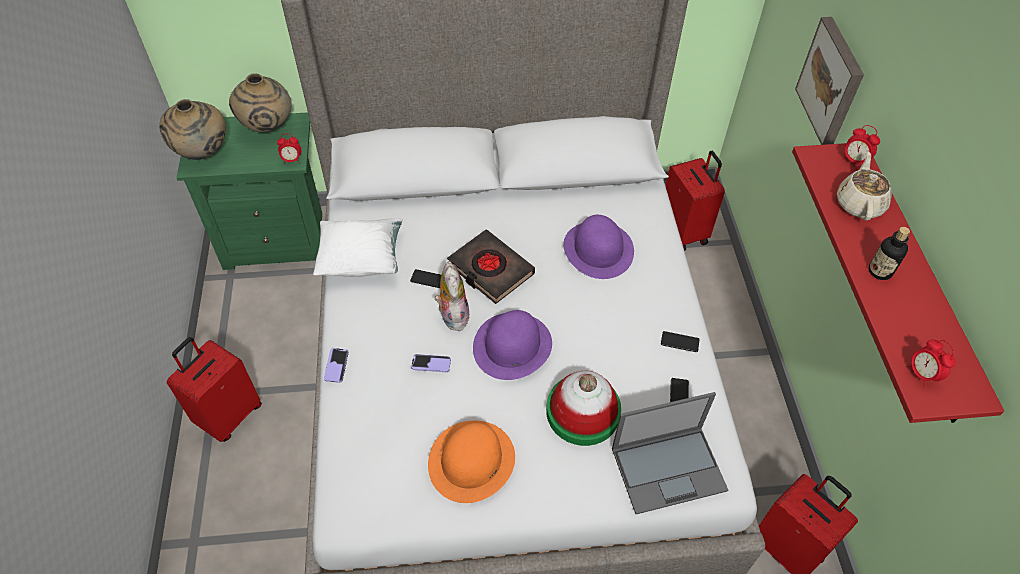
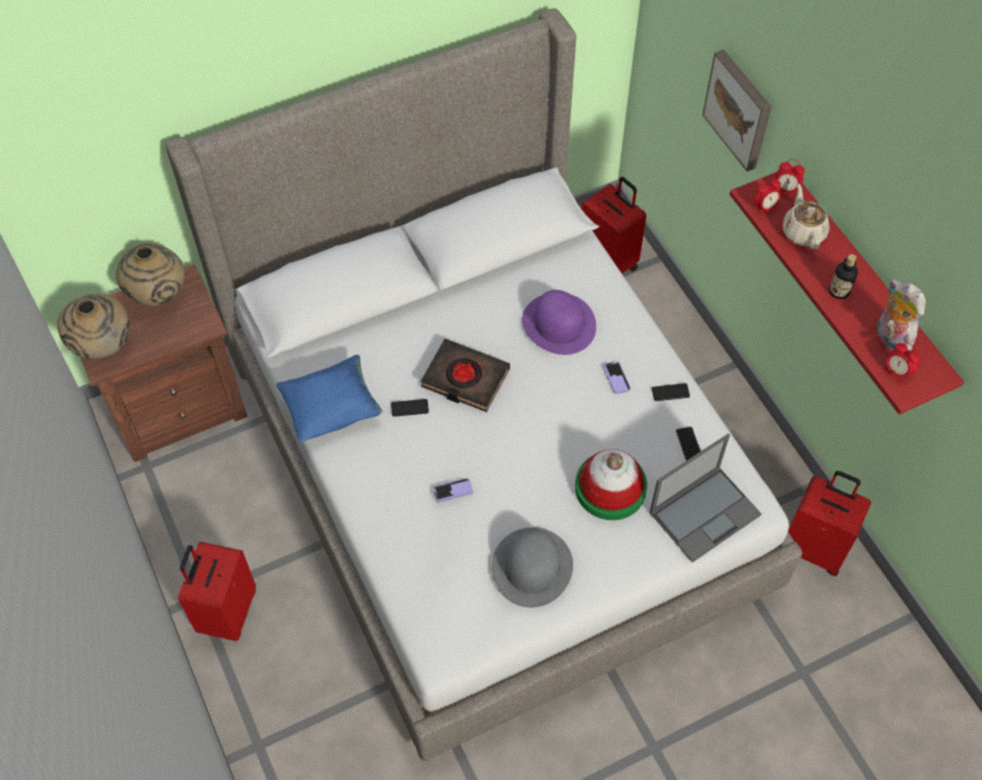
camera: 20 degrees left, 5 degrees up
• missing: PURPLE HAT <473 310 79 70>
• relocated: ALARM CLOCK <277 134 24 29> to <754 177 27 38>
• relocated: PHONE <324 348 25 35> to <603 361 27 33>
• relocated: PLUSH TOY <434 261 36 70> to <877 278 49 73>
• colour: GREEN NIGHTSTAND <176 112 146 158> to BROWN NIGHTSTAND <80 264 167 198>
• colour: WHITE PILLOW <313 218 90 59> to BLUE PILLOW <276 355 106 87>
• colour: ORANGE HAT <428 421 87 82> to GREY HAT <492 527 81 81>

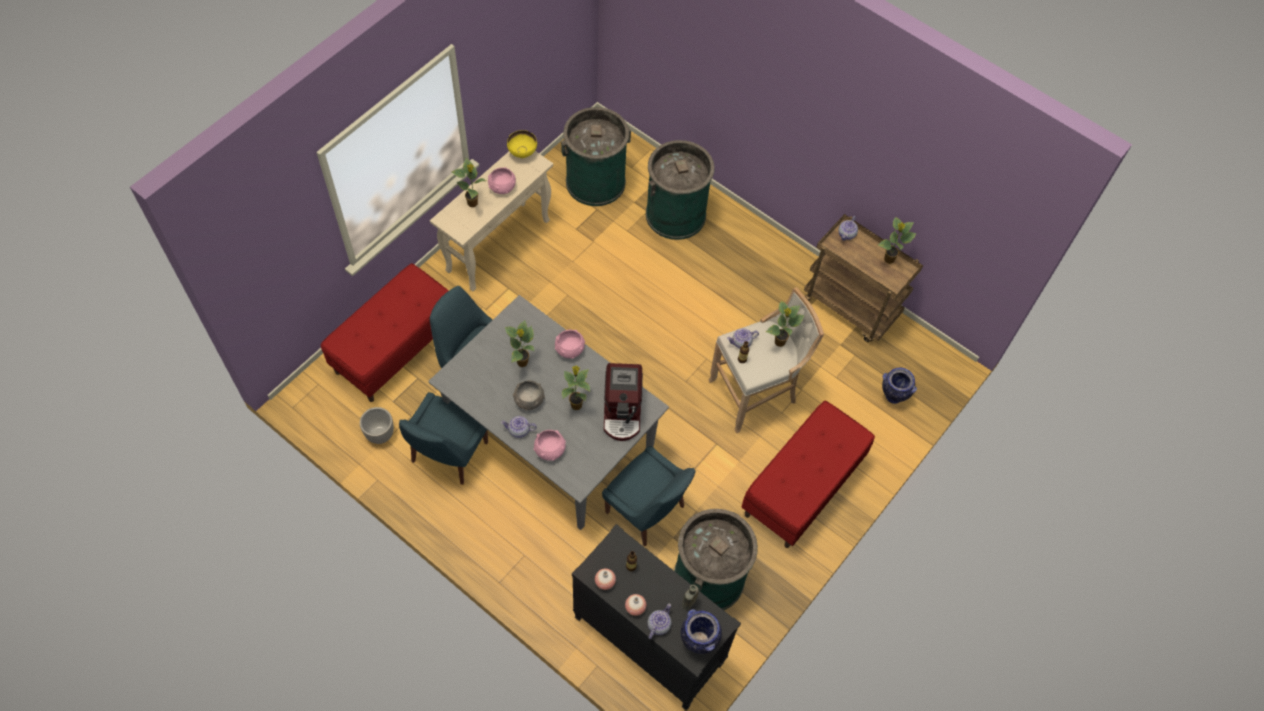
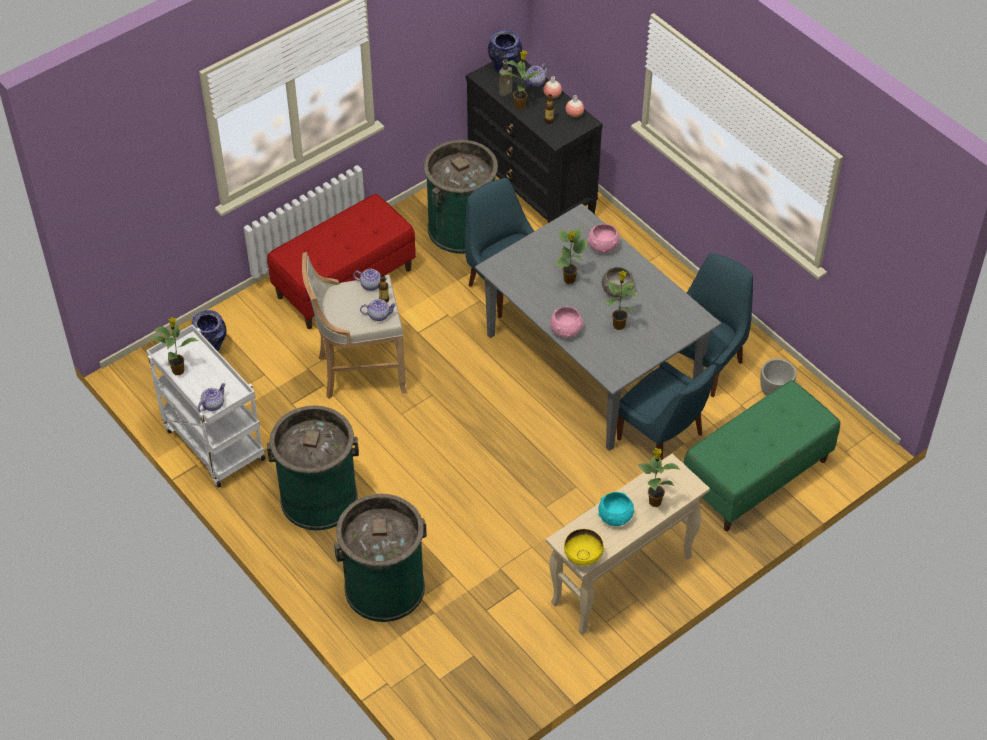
camera: 165 degrees left, 10 degrees down
• missing: COFFEE MACHINE <604 363 39 78>
• relocated: TEAPOT <501 416 36 22> to <353 269 35 22>
• relocated: GREEN TRASH CAN <561 107 70 99> to <267 406 92 124>
• relocated: POTTED PLANT <766 301 38 46> to <502 50 41 59>
• colour: RED BENCH <321 263 128 139> to GREEN BENCH <684 380 156 151>
• colour: PINK BOWL <488 167 28 27> to TURQUOISE BOWL <598 492 36 34>
• colour: BROWN CART <804 214 119 128> to WHITE CART <146 324 119 164>

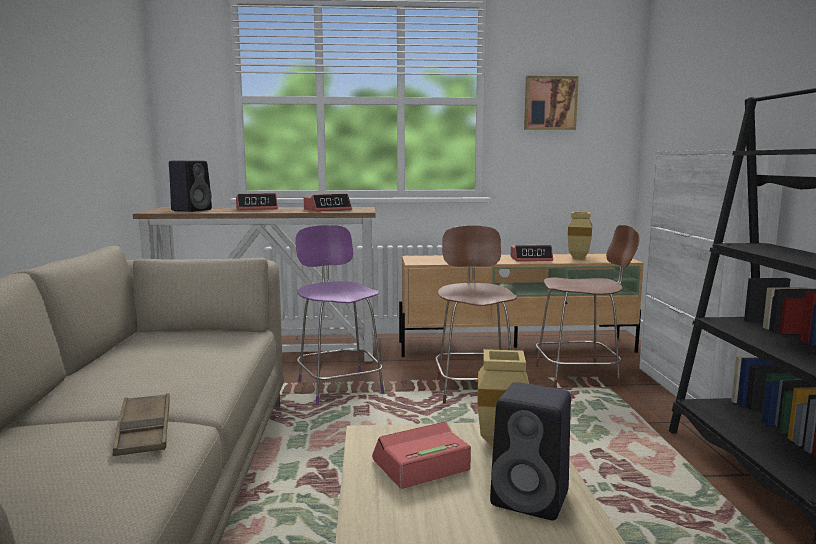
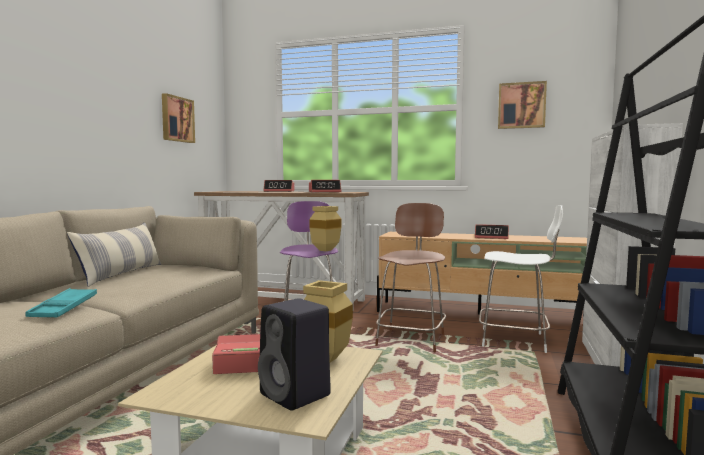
camera: 20 degrees right, 5 degrees down
• missing: BLACK SPEAKER <169 161 43 51>
• appeared: PILLOW <67 222 95 65>
• appeared: PICTURE <162 93 33 50>
• relocated: BEIGE VASE <568 212 24 47> to <309 206 32 45>
• colour: BROWN TRAY <113 393 57 63> to TURQUOISE TRAY <25 288 72 30>
• colour: BROWN STOOL <536 225 103 163> to WHITE STOOL <479 205 84 148>

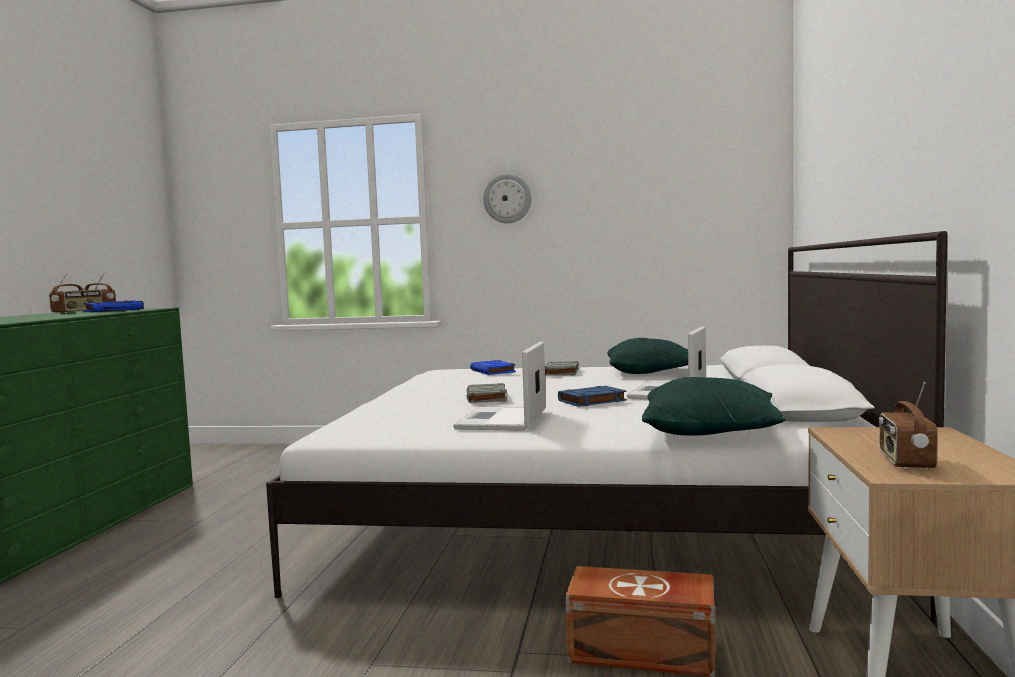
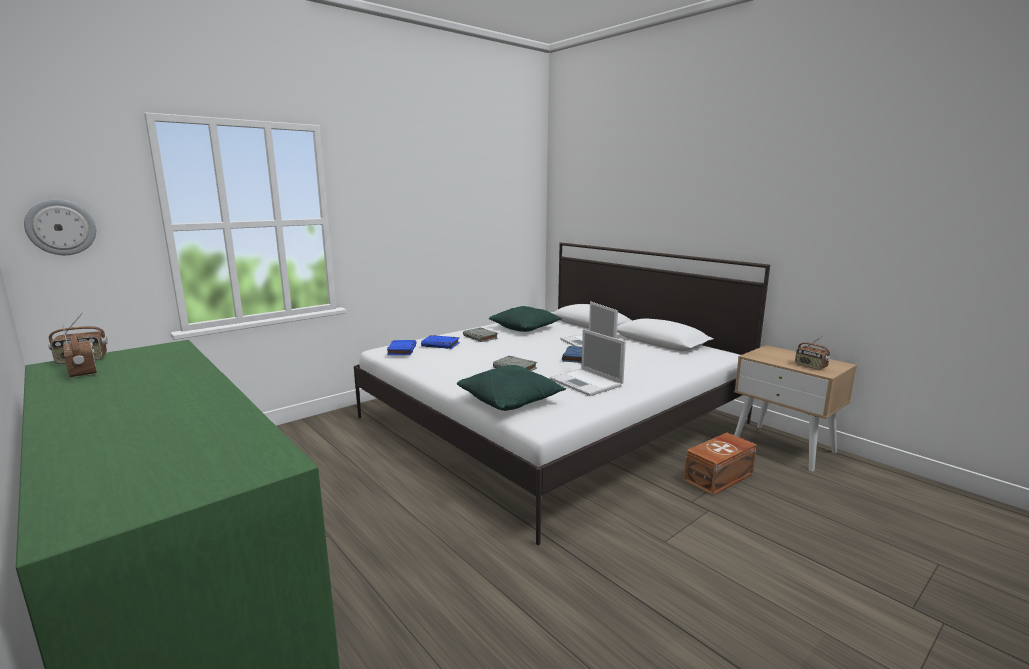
camera: 50 degrees left, 10 degrees up
• relocated: BLUE BOOK <83 300 61 12> to <387 340 29 15>
• relocated: WALL CLOCK <483 174 49 49> to <24 199 72 56>
• relocated: GREEN PILLOW <642 377 144 58> to <457 365 109 46>

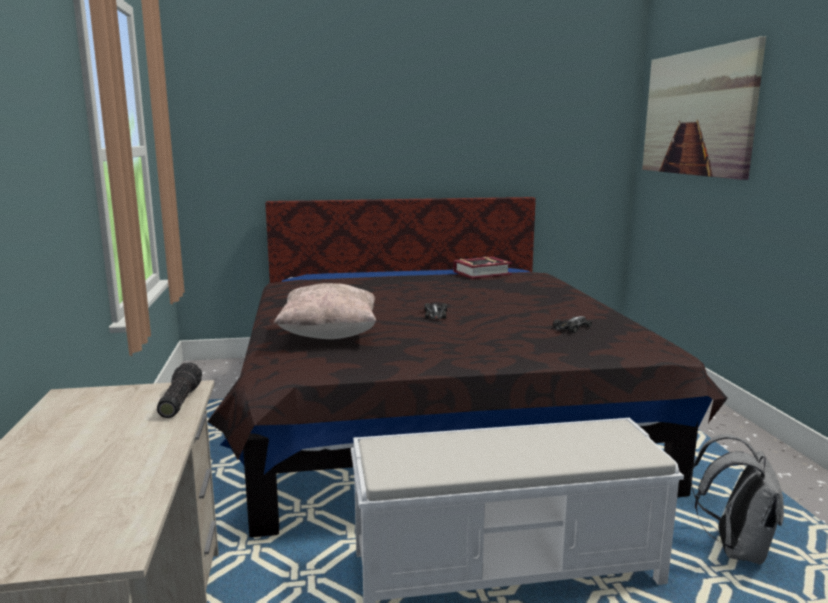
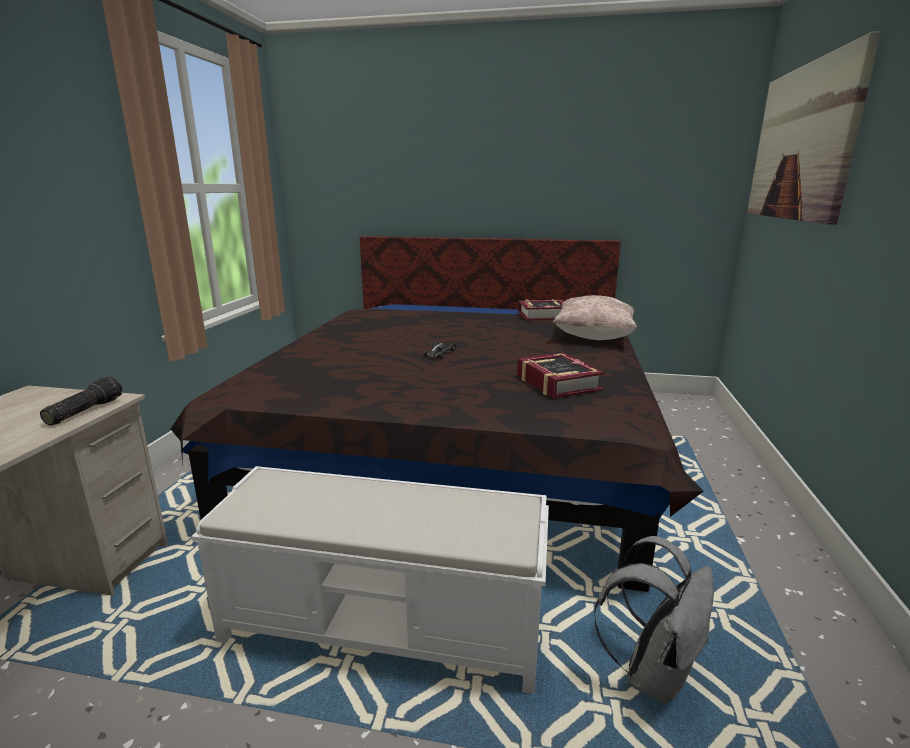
camera: 20 degrees right, 5 degrees up
• relocated: BEIGE PILLOW <274 283 102 56> to <553 295 84 45>
• exchanged: TOY CAR <553 316 39 17> to BOOK <517 352 87 46>

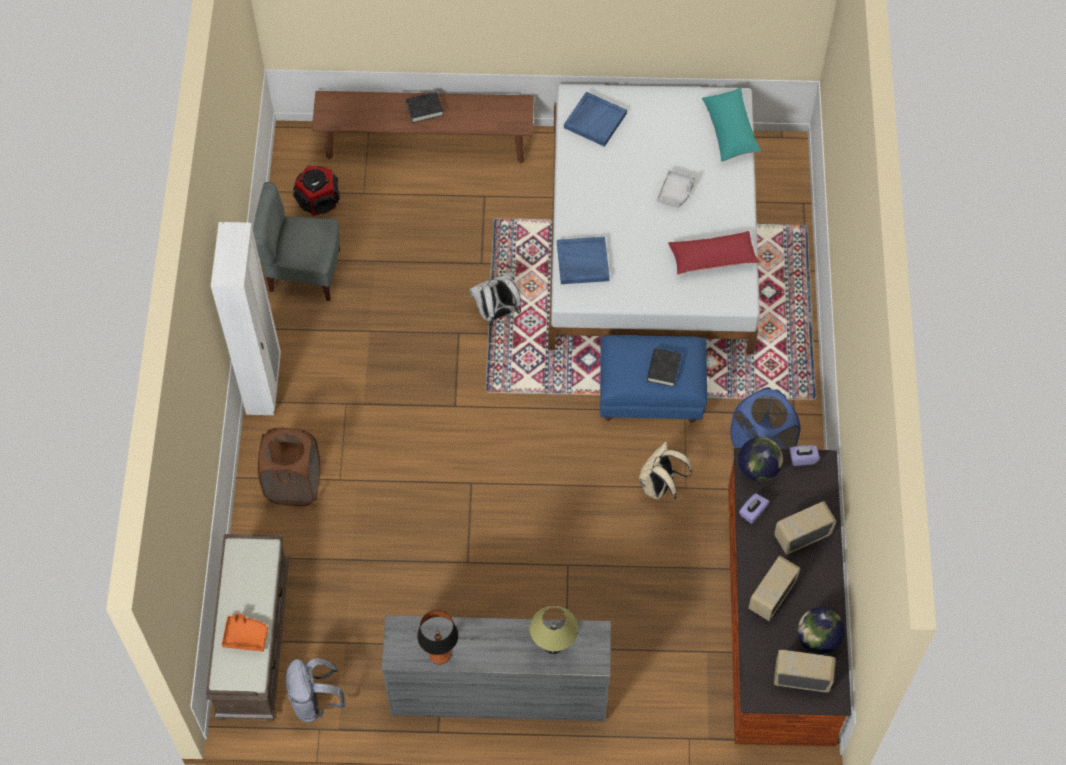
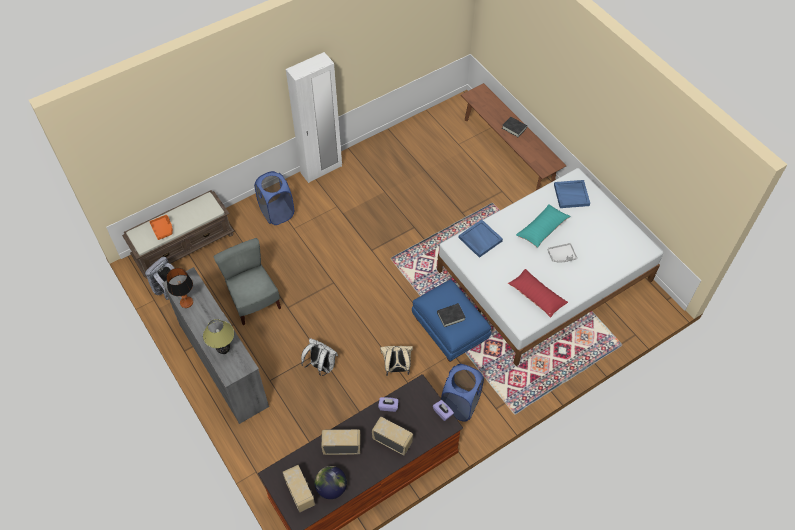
camera: 55 degrees right, 5 degrees down
• missing: SPEAKER <293 165 47 52>
• missing: GLOBE <738 437 45 44>
• relocated: GREY CHAIR <253 182 87 119> to <213 238 68 87>
• relocated: WHITE BACKPACK <469 272 52 54> to <301 338 37 38>
• relocated: TURQUOISE PILLOW <702 88 59 74> to <516 204 54 44>
• colour: BROWN LAUNDRY BASKET <258 427 62 79> to BLUE LAUNDRY BASKET <254 171 40 54>

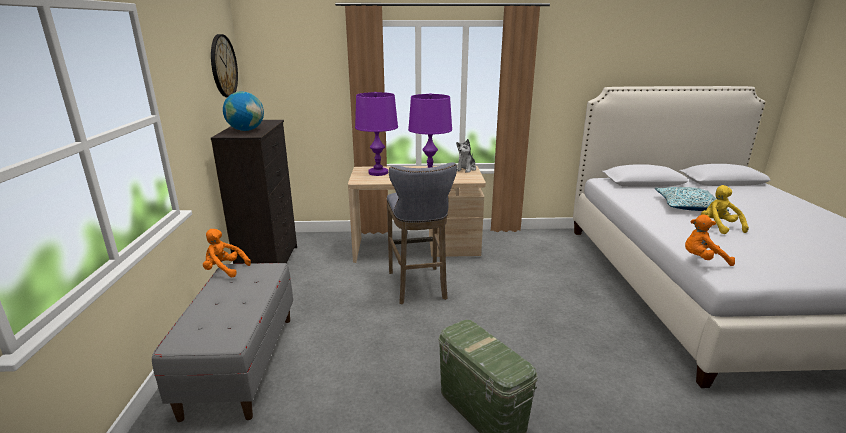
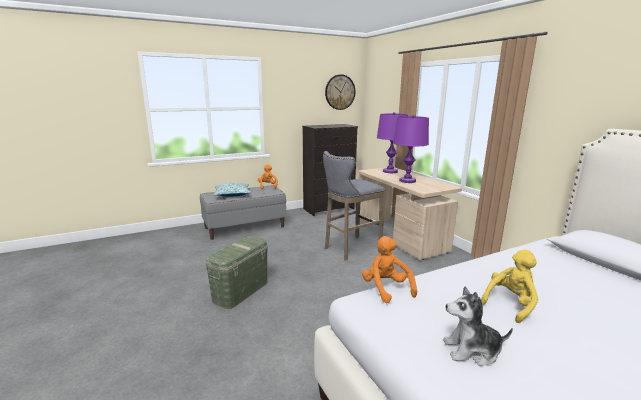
camera: 65 degrees right, 5 degrees down
• missing: GLOBE <223 91 41 40>
• relocated: PLUSH TOY <456 139 20 34> to <443 286 70 80>
• relocated: PILLOW <655 187 74 24> to <214 183 37 14>

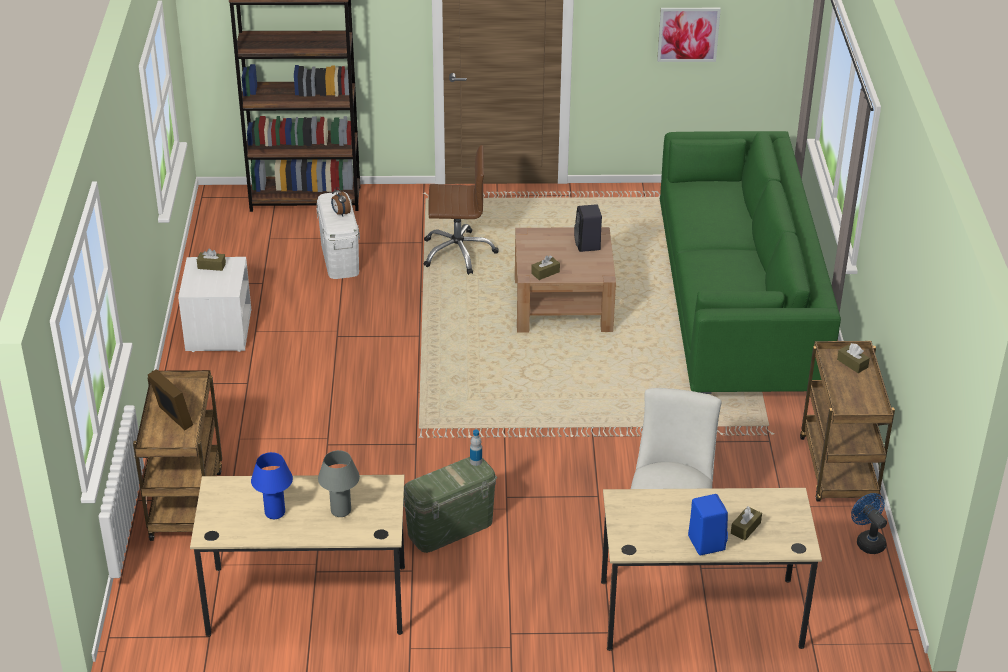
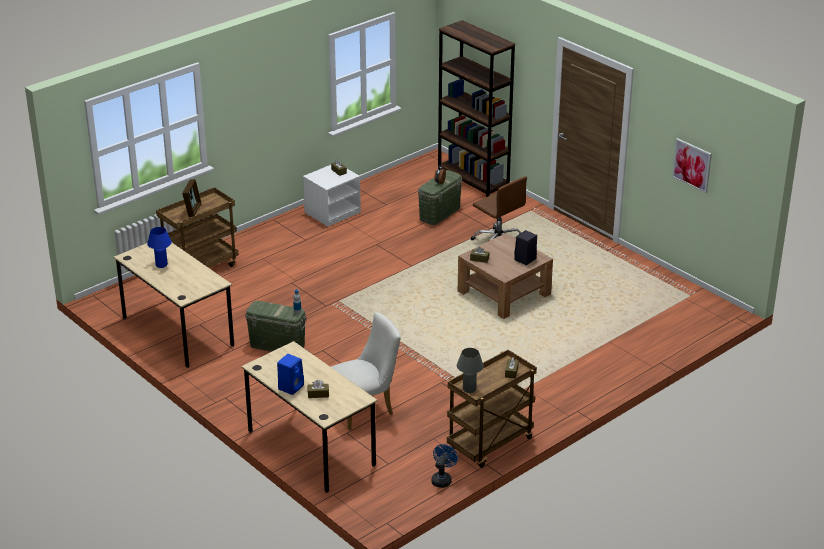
camera: 50 degrees right, 5 degrees down
• missing: GREEN SOFA <660 131 181 263>
• relocated: GREY TABLE LAMP <318 450 42 67> to <457 348 27 45>
• colour: WHITE STORAGE BOX <316 192 44 87> to GREEN STORAGE BOX <418 170 44 55>

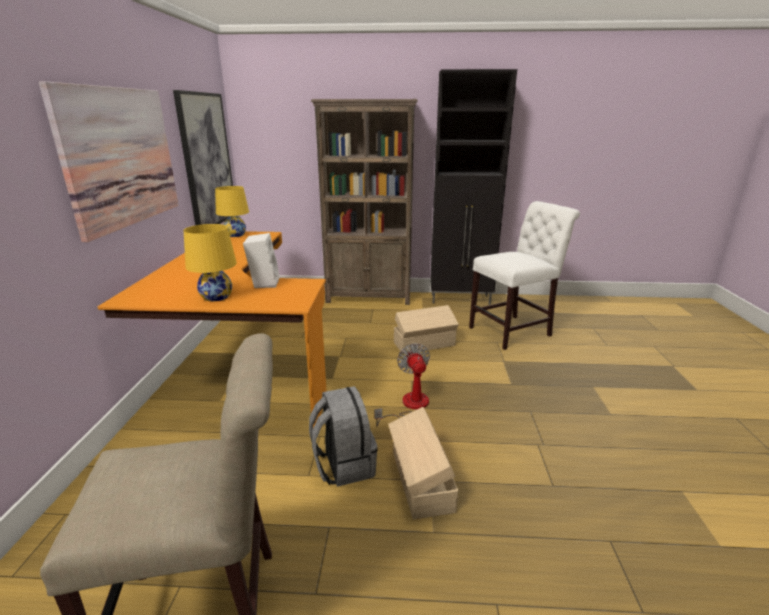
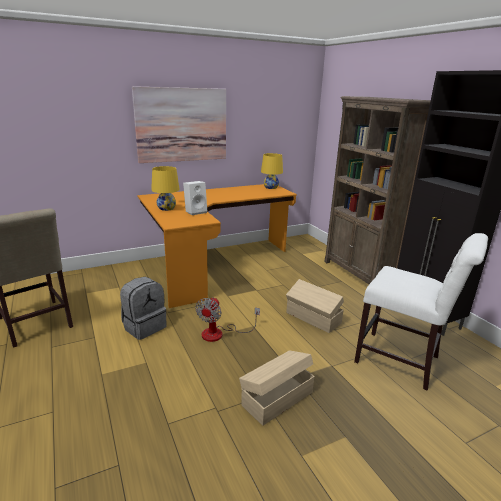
camera: 60 degrees right, 0 degrees up
• missing: PICTURE <173 90 60 135>
• relocated: BEIGE STORAGE BOX <388 407 70 112> to <239 350 75 76>
• spun: FAN <374 343 56 84> = <195 297 65 45> 150 degrees clockwise

